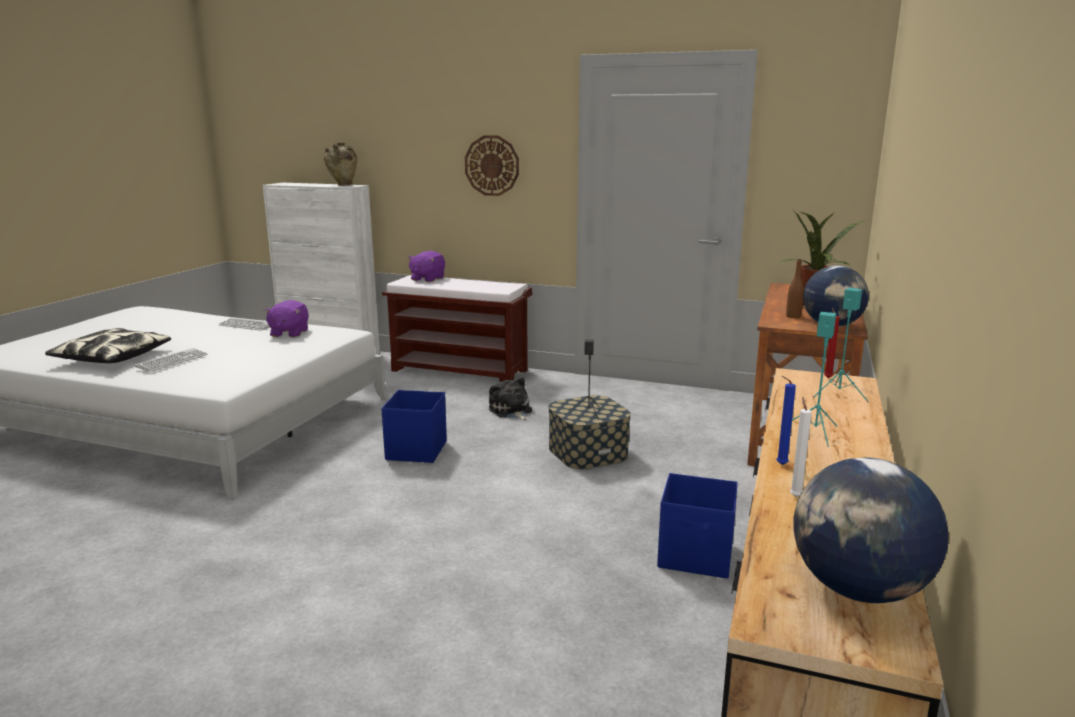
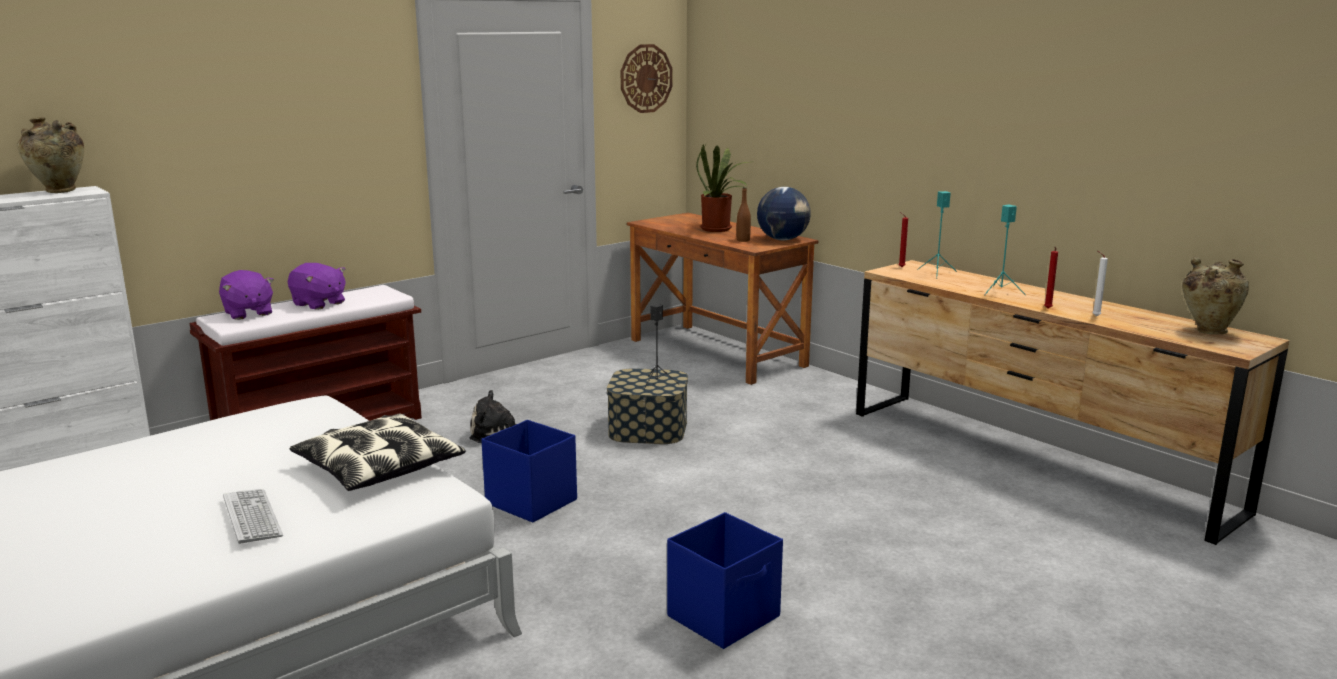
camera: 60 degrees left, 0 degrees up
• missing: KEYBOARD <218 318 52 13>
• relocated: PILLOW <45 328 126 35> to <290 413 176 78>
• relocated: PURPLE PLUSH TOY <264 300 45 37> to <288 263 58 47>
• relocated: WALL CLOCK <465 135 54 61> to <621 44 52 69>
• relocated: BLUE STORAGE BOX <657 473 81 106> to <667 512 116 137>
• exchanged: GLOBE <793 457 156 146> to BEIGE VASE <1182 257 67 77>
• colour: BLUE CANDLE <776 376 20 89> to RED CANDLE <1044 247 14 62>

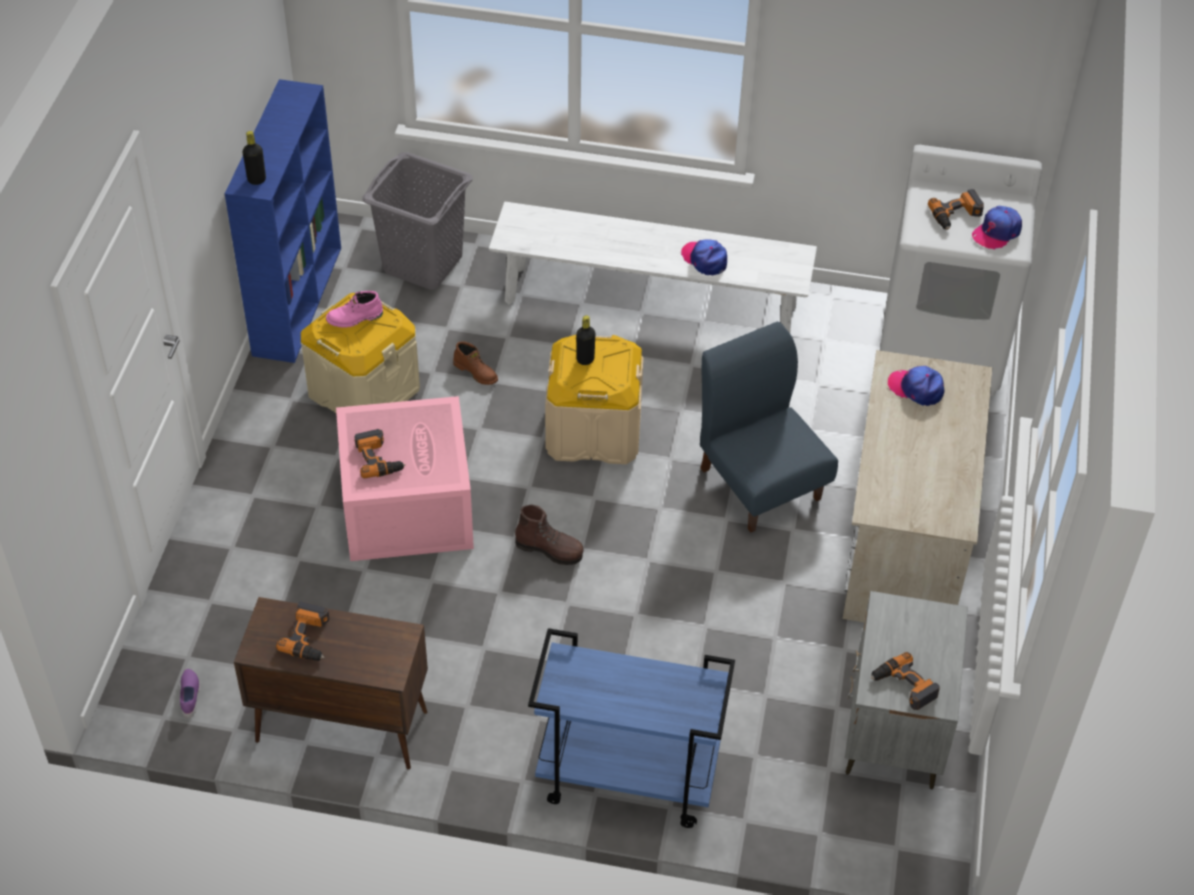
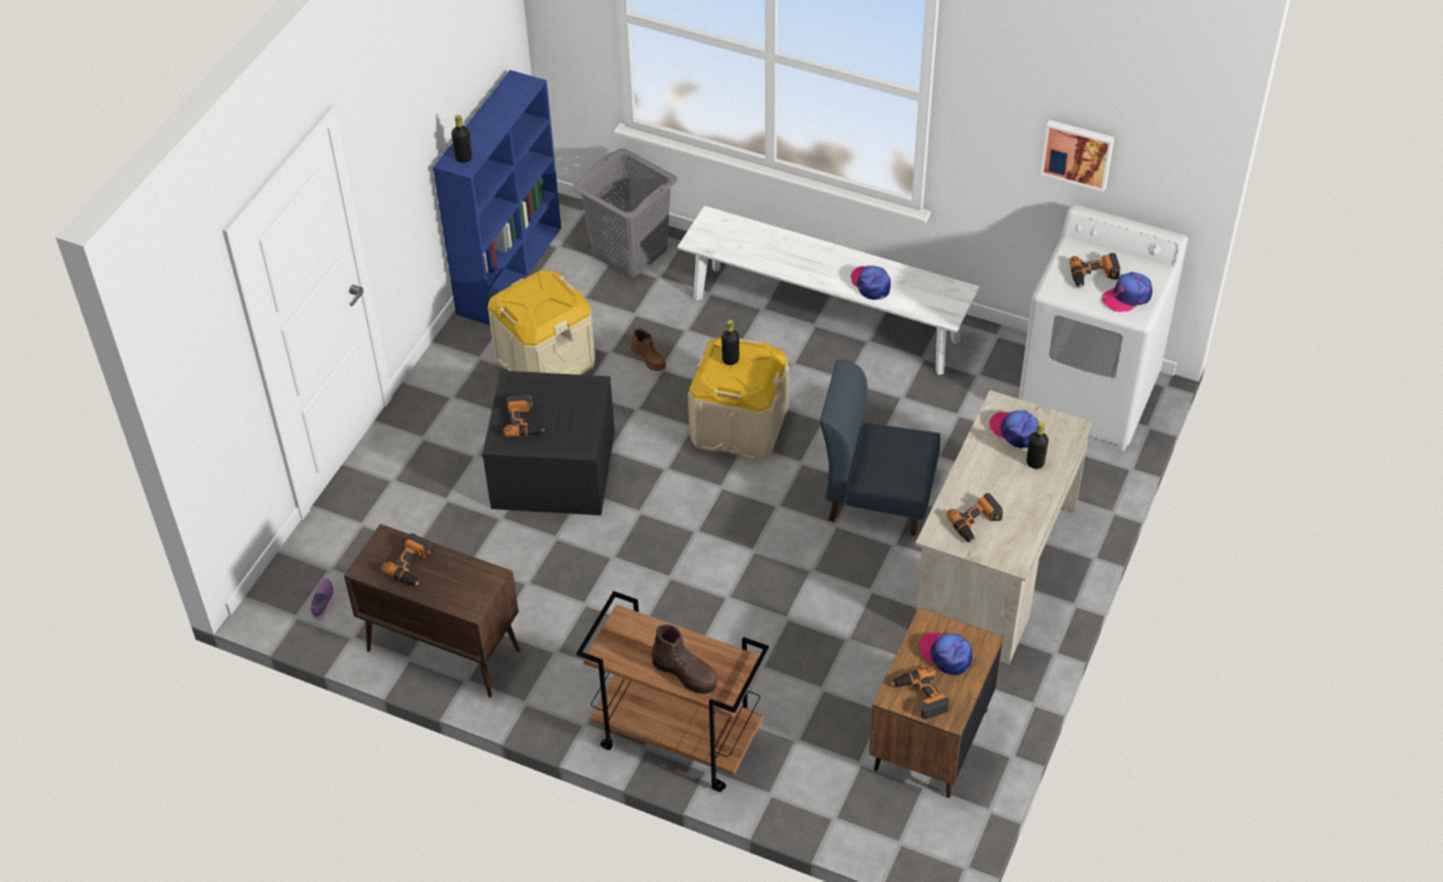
camera: 15 degrees right, 0 degrees up
• missing: PINK BOOT <326 291 57 37>
• appeared: CAP <919 632 53 43>
• appeared: POWER DRILL <946 493 57 50>
• appeared: BLACK BOTTLE <1027 422 22 47>
• appeared: PICTURE <1040 120 74 72>
• relocated: BROWN BOOT <515 505 69 60> to <651 625 67 69>
• colour: PINK STORAGE BOX <336 396 138 165> to BLACK STORAGE BOX <483 370 132 145>
• colour: BLUE CART <528 628 207 200> to BROWN CART <576 591 193 201>
• colour: GREY NIGHTSTAND <845 591 123 198> to BROWN NIGHTSTAND <869 607 135 191>
• spun: BLUE CHAIR <700 322 138 210> = <820 360 120 176> 60 degrees counterclockwise

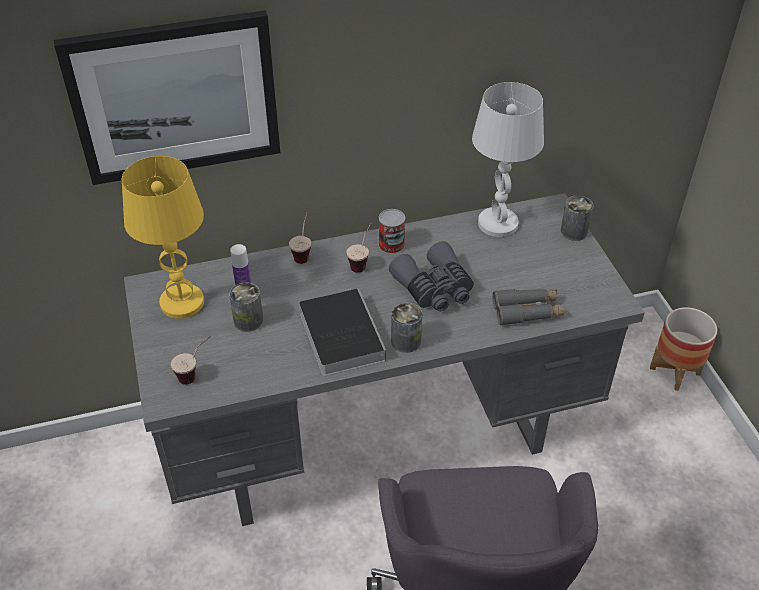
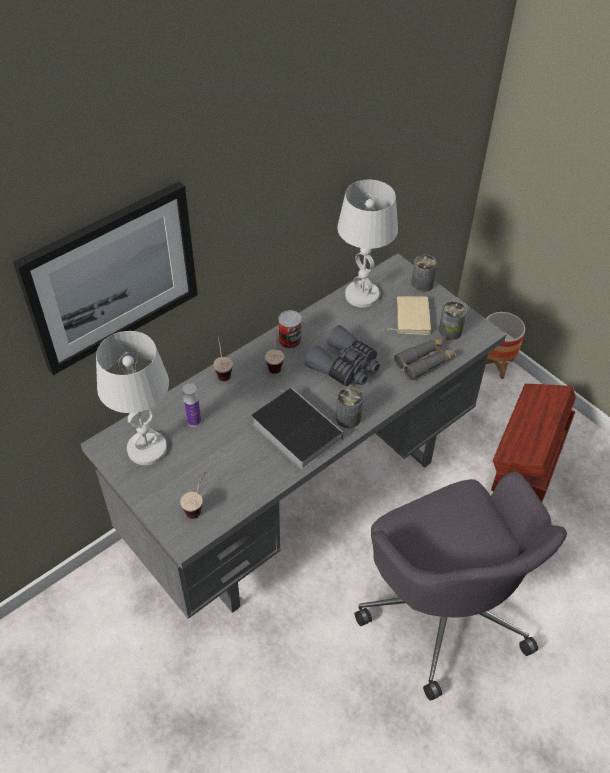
camera: 25 degrees left, 5 degrees up
• appeared: BEIGE BOOK <388 296 43 39>
• appeared: BROWN STORAGE BOX <491 384 85 118>
• relocated: CAN <229 283 34 49> to <439 301 28 39>
• colour: YELLOW TABLE LAMP <122 156 82 163> to WHITE TABLE LAMP <96 331 73 134>

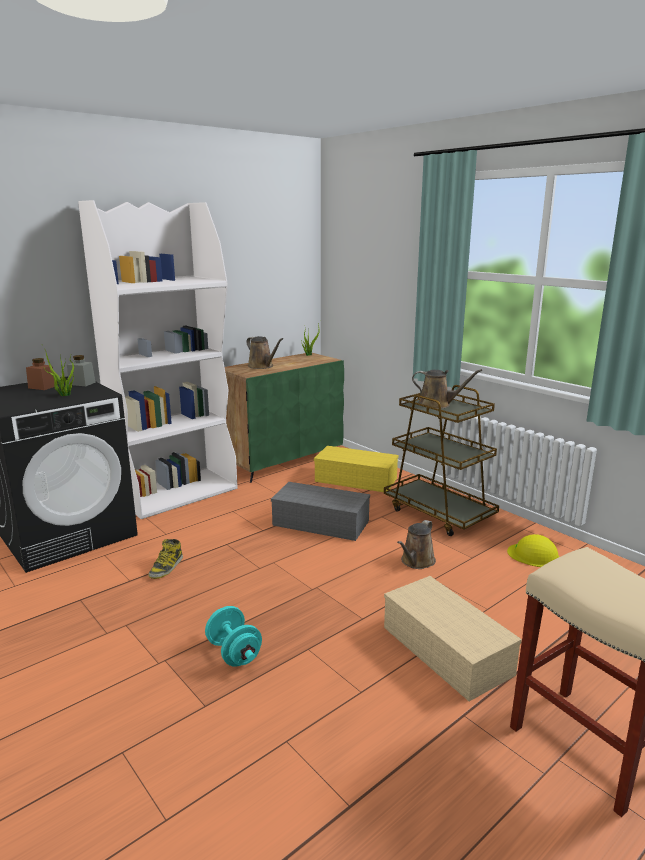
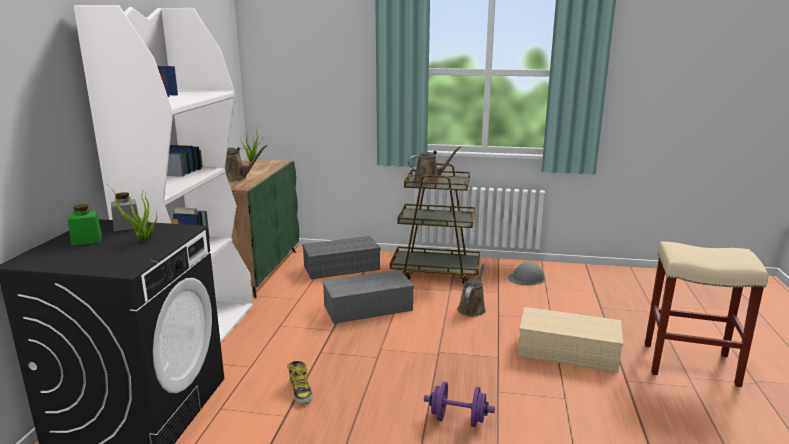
camera: 40 degrees left, 0 degrees up
• colour: BROWN JAR <26 358 28 32> to GREEN JAR <68 204 34 42>
• colour: TURQUOISE DUMBBELL <205 606 57 61> to PURPLE DUMBBELL <424 381 71 46>
• colour: YELLOW STORAGE BOX <314 446 85 46> to GREY STORAGE BOX <302 236 79 43>
• colour: YELLOW HARD HAT <507 534 52 33> to GREY HARD HAT <508 262 38 23>
• spun: BROWN WATERING CAN <397 520 39 49> = <457 262 29 55> 150 degrees counterclockwise

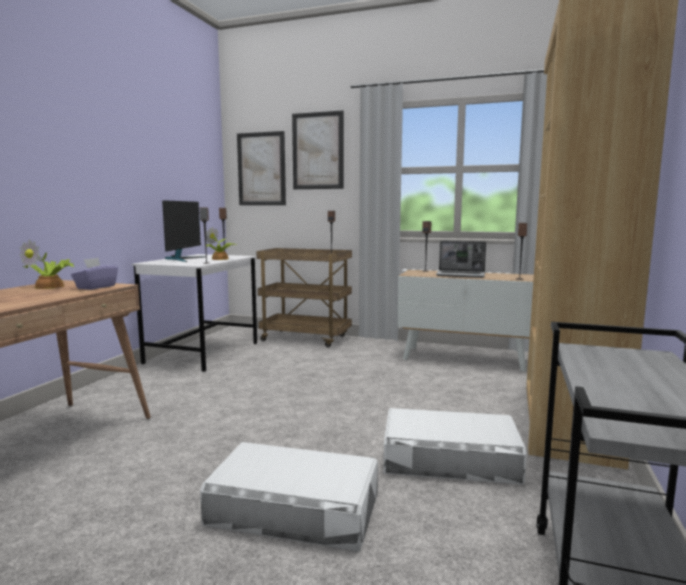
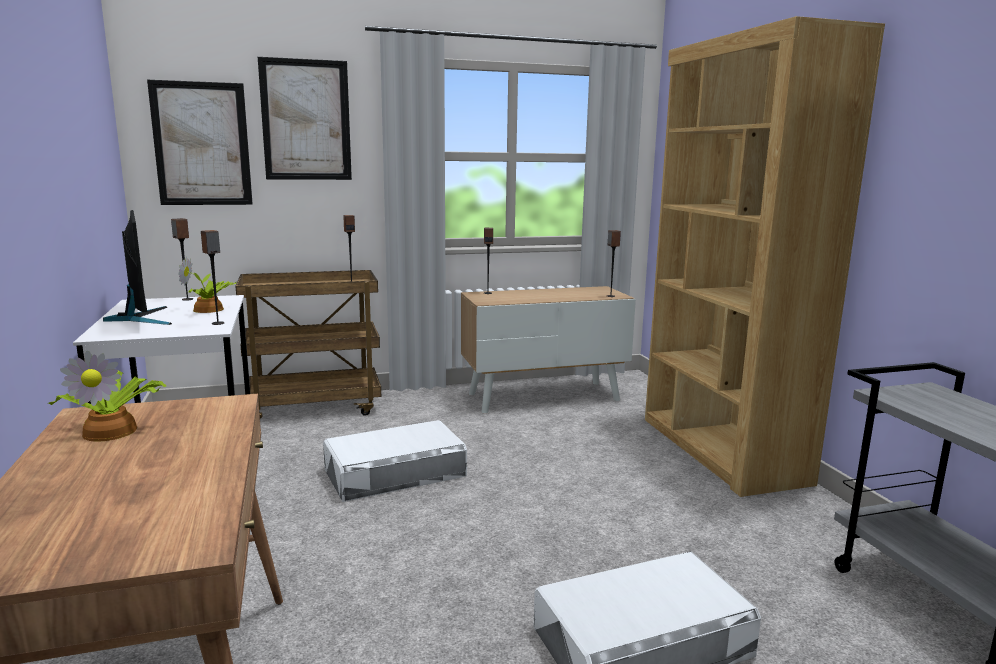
camera: 35 degrees left, 5 degrees up
• missing: PURPLE TISSUE BOX <71 258 47 32>
• missing: LAPTOP <436 241 50 37>
• relocated: WHITE STORAGE BOX <384 408 143 77> to <323 420 144 82>

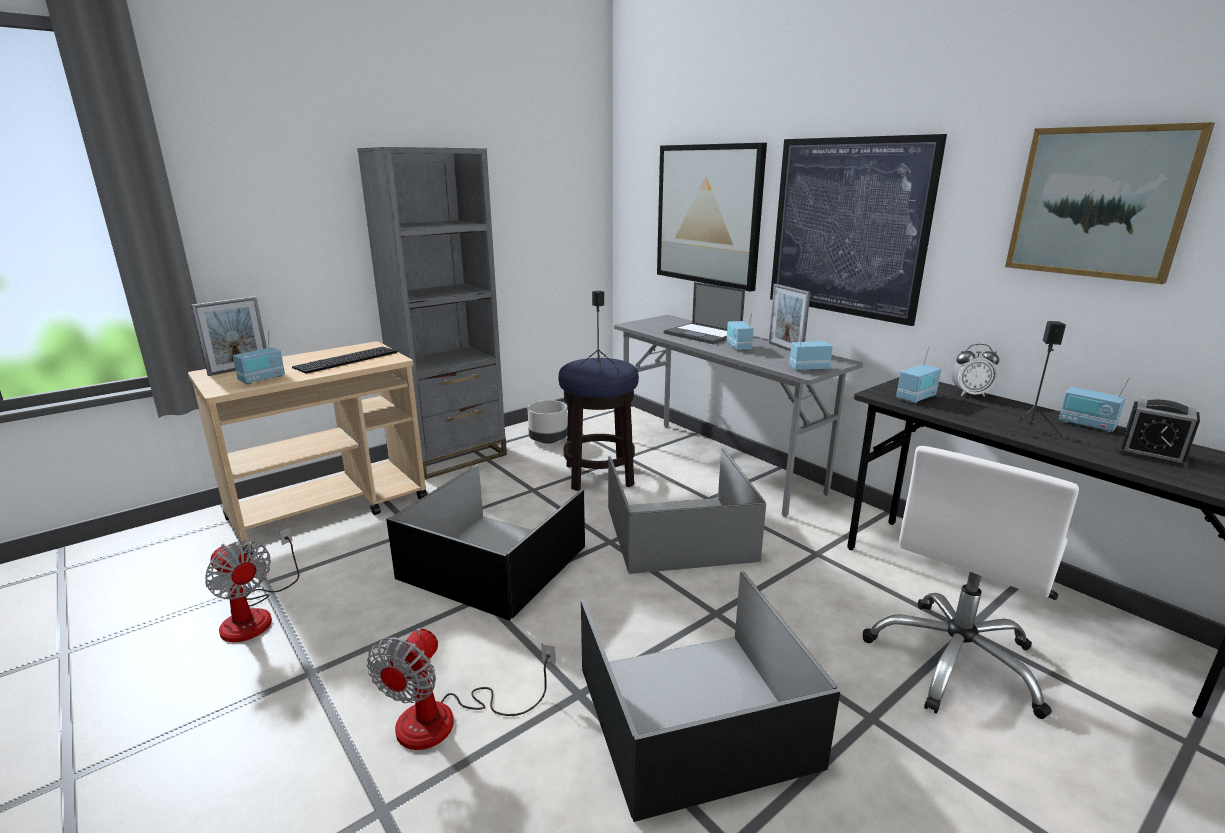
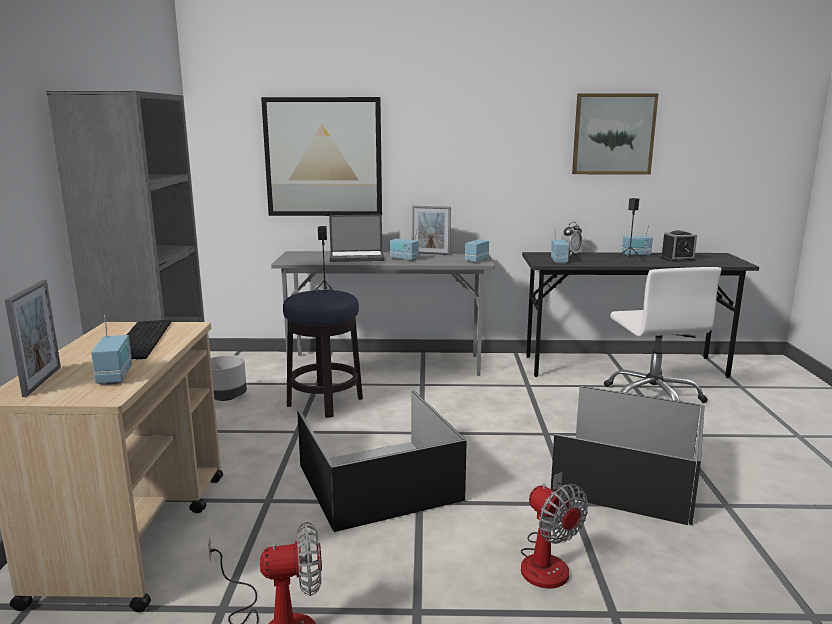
camera: 50 degrees left, 5 degrees down
• missing: GREY STORAGE BOX <608 448 158 126>
• missing: PICTURE <770 134 177 192>

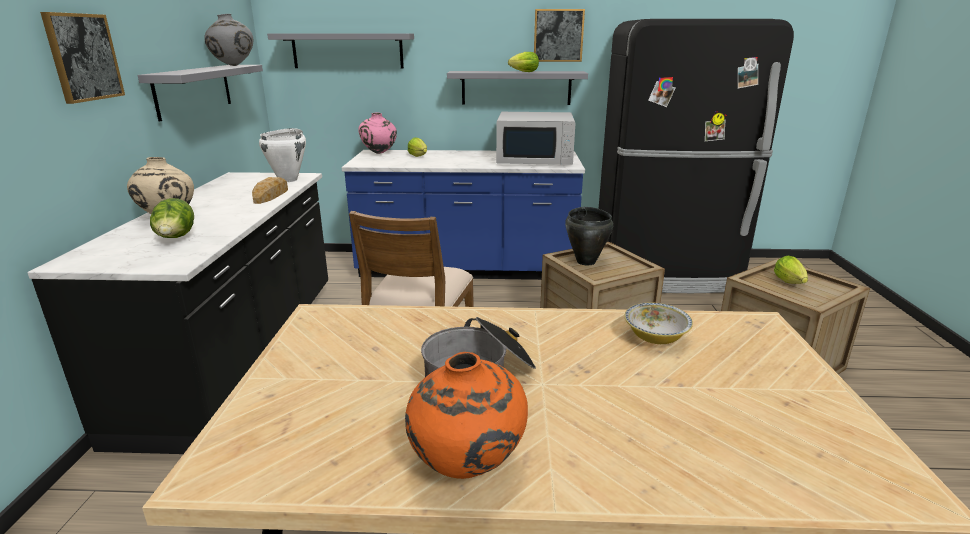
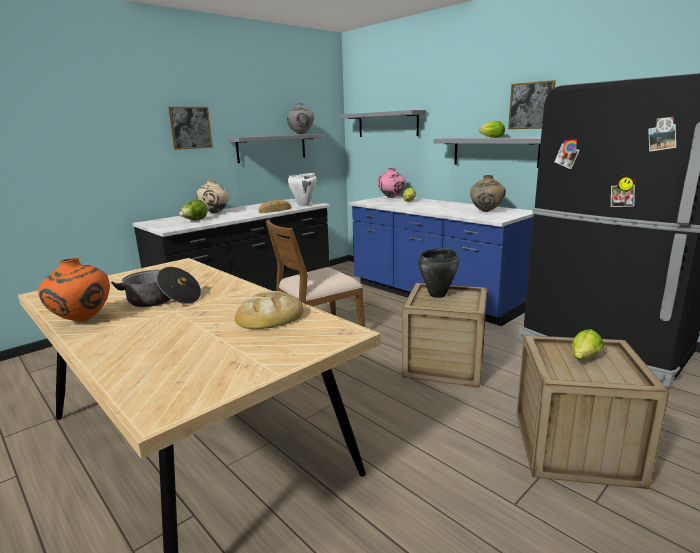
camera: 45 degrees right, 5 degrees down
• exchanged: WHITE MICROWAVE <496 112 79 53> to BEIGE VASE <470 175 36 37>
• exchanged: BOWL <624 303 69 41> to BREAD <235 291 69 38>

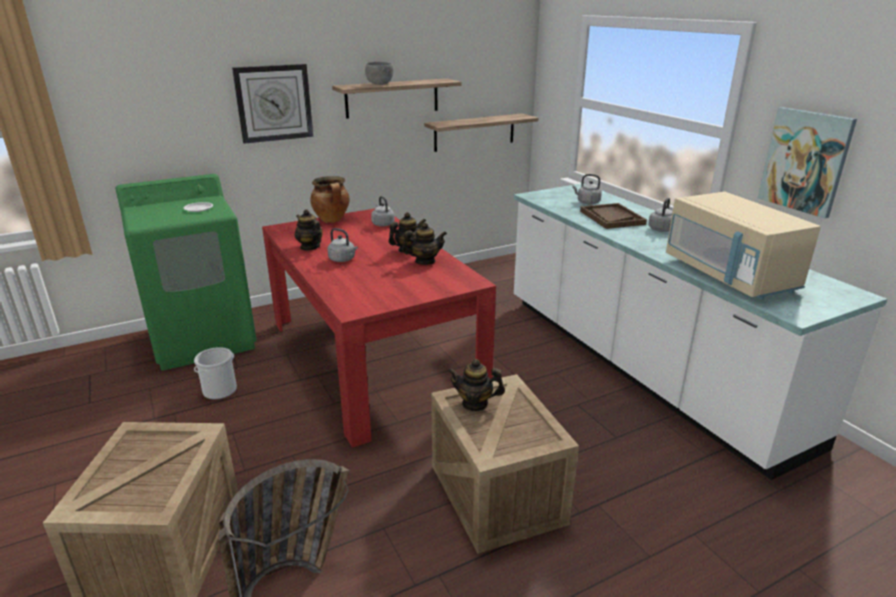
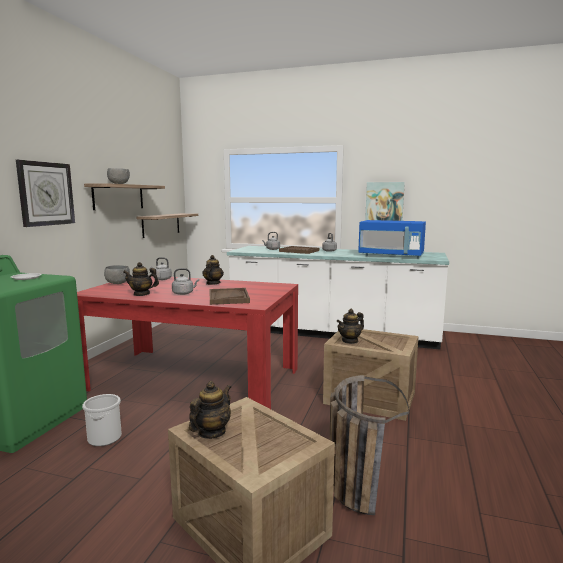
camera: 45 degrees left, 15 degrees down
• appeared: BROWN TRAY <210 288 40 17>
• relocated: TEAPOT <402 222 45 43> to <189 381 42 58>
• exchanged: COOKING POT <310 176 40 47> to GREY BOWL <104 265 26 19>
• colour: BEIGE MICROWAVE <666 192 155 108> to BLUE MICROWAVE <358 220 68 38>

